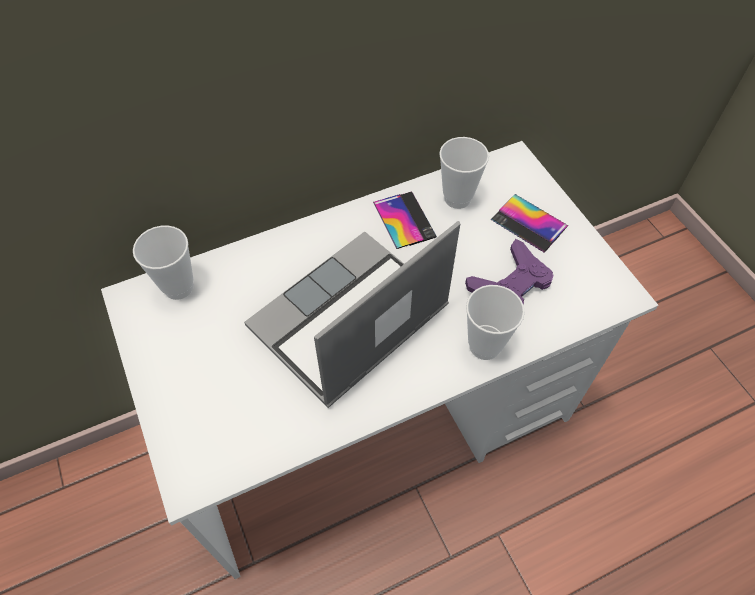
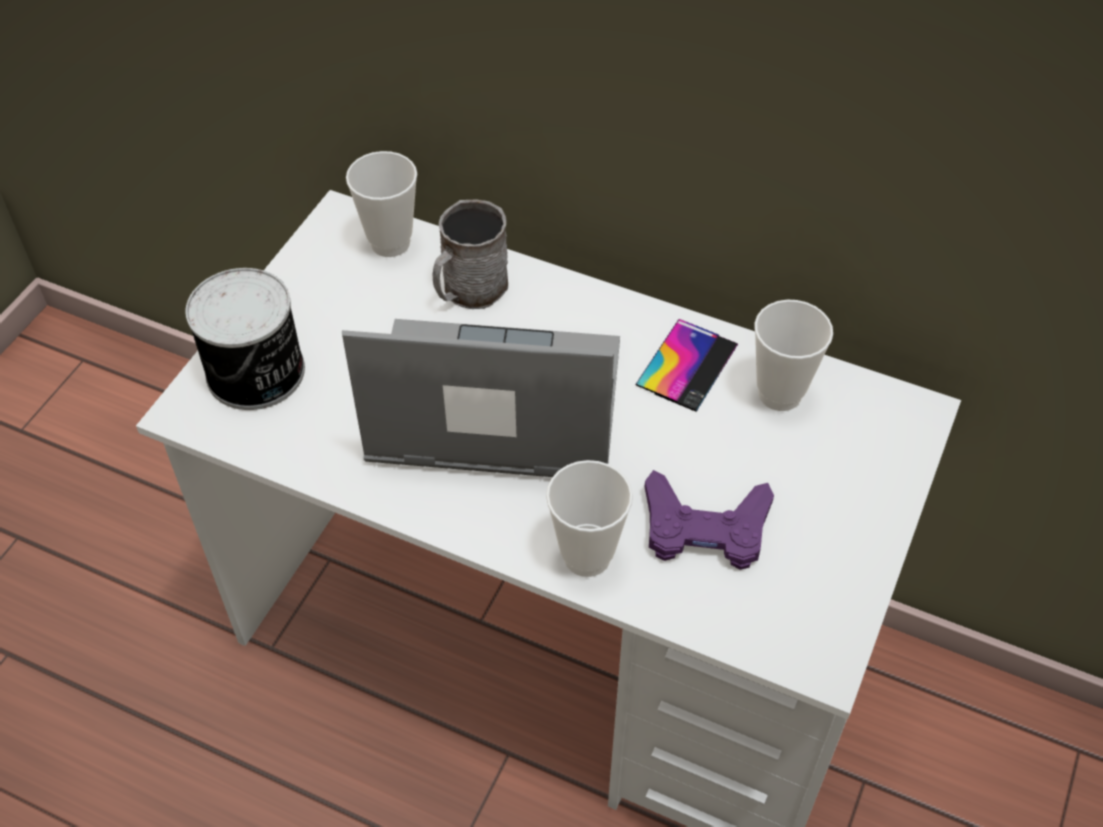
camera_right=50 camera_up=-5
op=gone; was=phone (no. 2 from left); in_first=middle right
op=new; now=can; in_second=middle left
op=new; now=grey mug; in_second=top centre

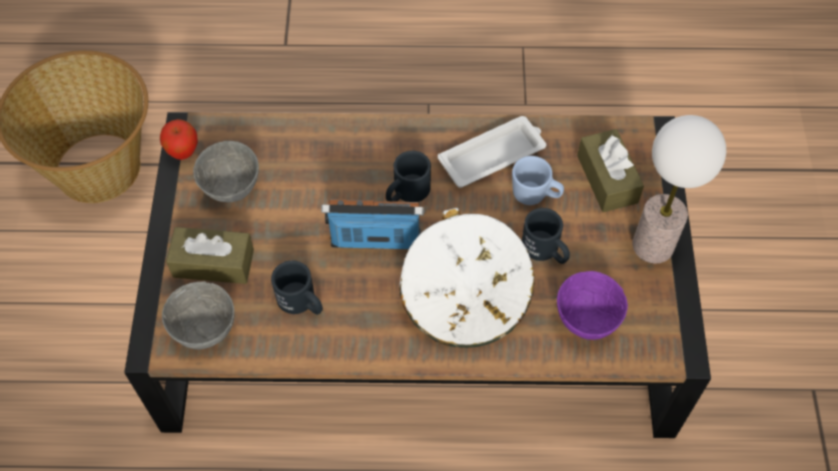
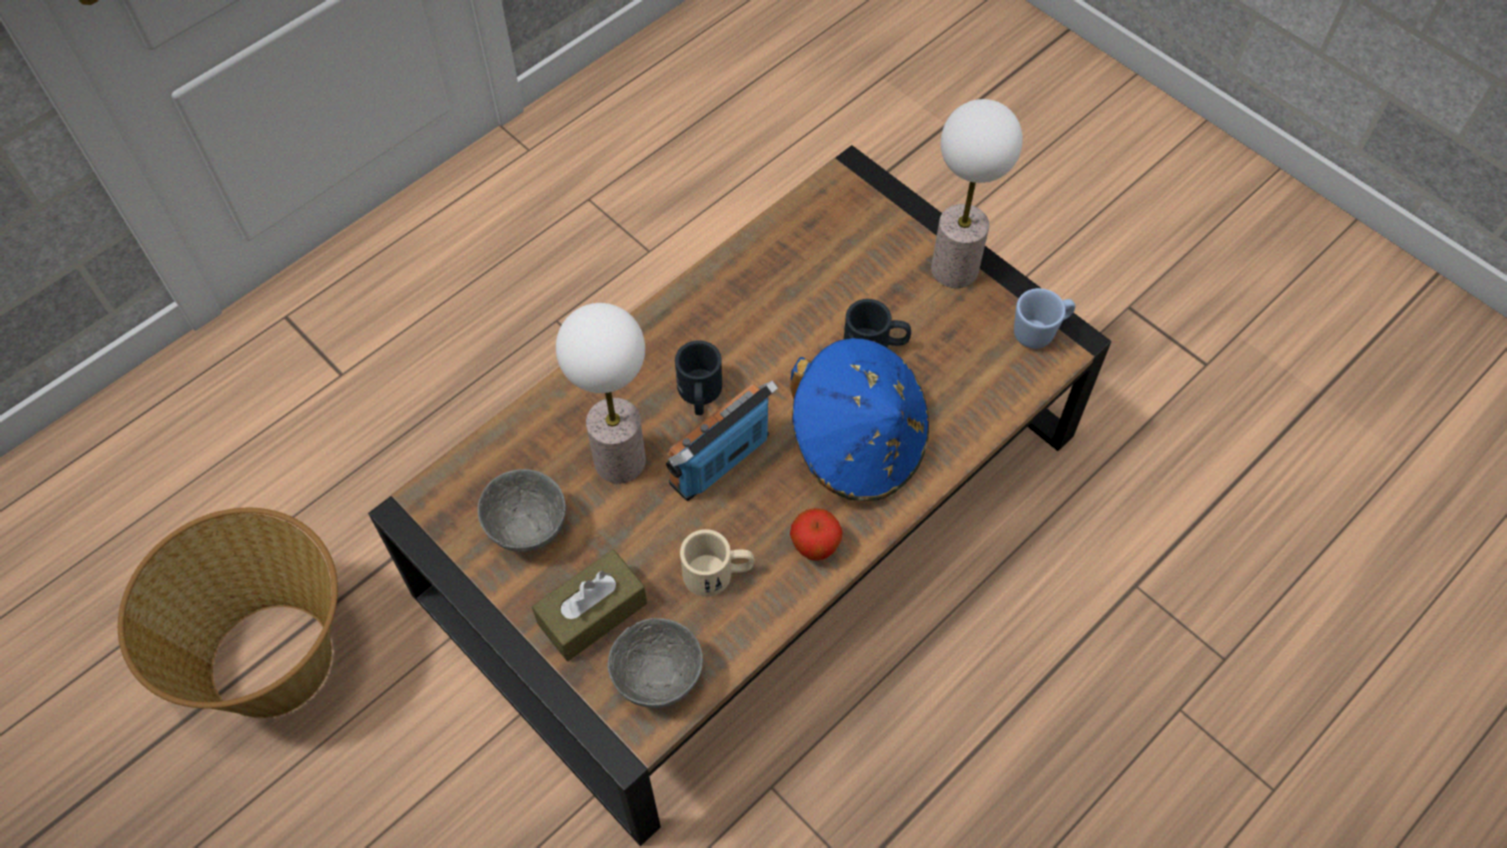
camera_right=-45 camera_up=0
op=shifted; was=apple; in_first=top left; in_second=centre
op=repainted; was=black mug (no. 1 from left); now=beige mug; in_first=centre; in_second=centre
op=repainted; was=white hat; now=blue hat; in_first=centre; in_second=centre
op=gone; was=white tray; in_first=top centre
op=shifted; was=blue mug; in_first=centre; in_second=middle right
op=gone; was=purple bowl; in_first=middle right
op=gone; was=brown tissue box (no. 2 from left); in_first=middle right
op=new; now=table lamp (no. 1 from left); in_second=centre

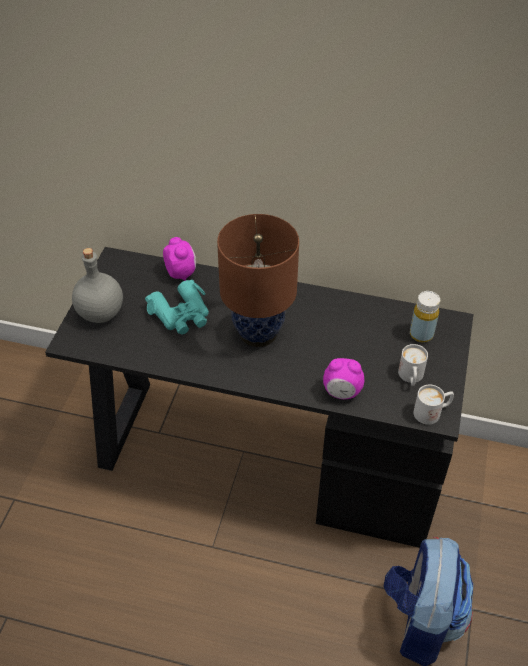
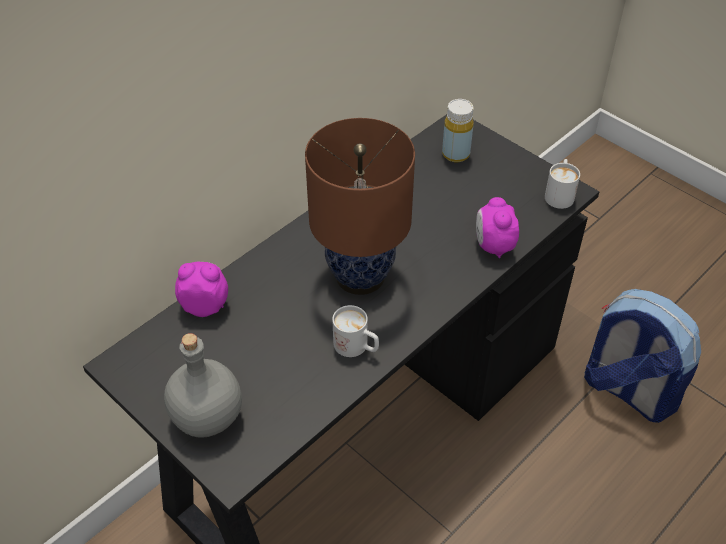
camera_right=-60 camera_up=0
op=gone; was=turquoise binoculars; in_first=centre
op=rotated; was=alarm clock (no. 2 from left); in_first=centre; in_second=middle right; clockwise=135
op=shifted; was=white mug (no. 1 from left); in_first=middle right; in_second=centre

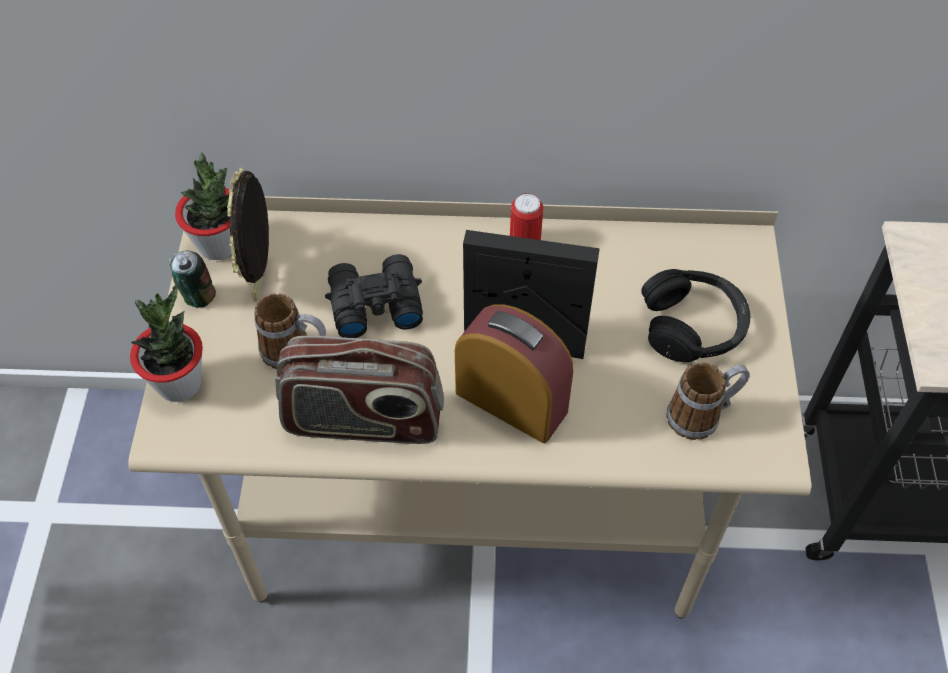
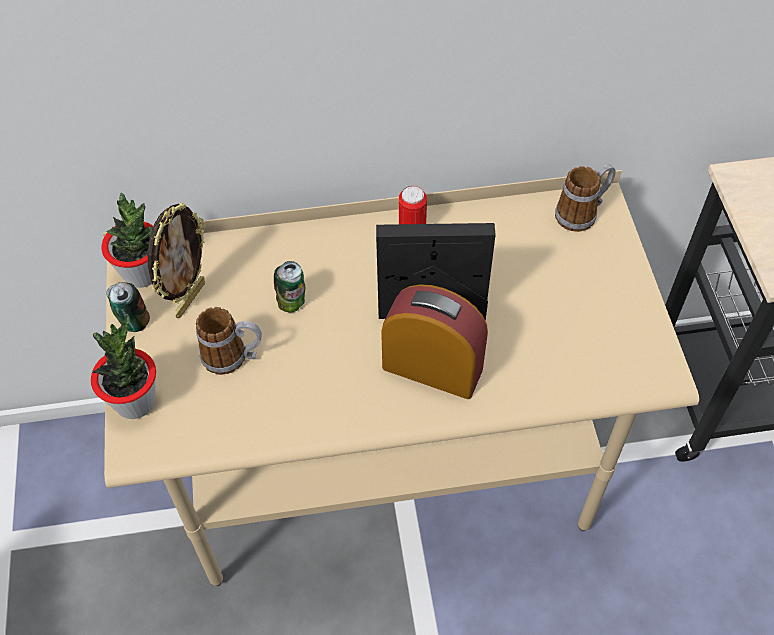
camera_right=-10 camera_up=0
op=rotated; was=picture frame (no. 1 from left); in_first=middle left; in_second=middle left; clockwise=-150
op=gone; was=radio; in_first=centre
op=swapped; was=black binoculars; now=can (no. 2 from left); in_first=centre; in_second=centre
op=gone; was=black headphones; in_first=middle right
op=shifted; was=mug (no. 2 from left); in_first=middle right; in_second=top right

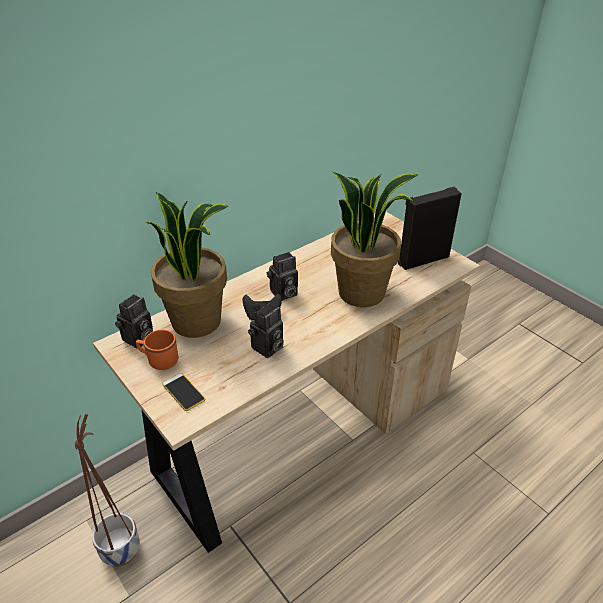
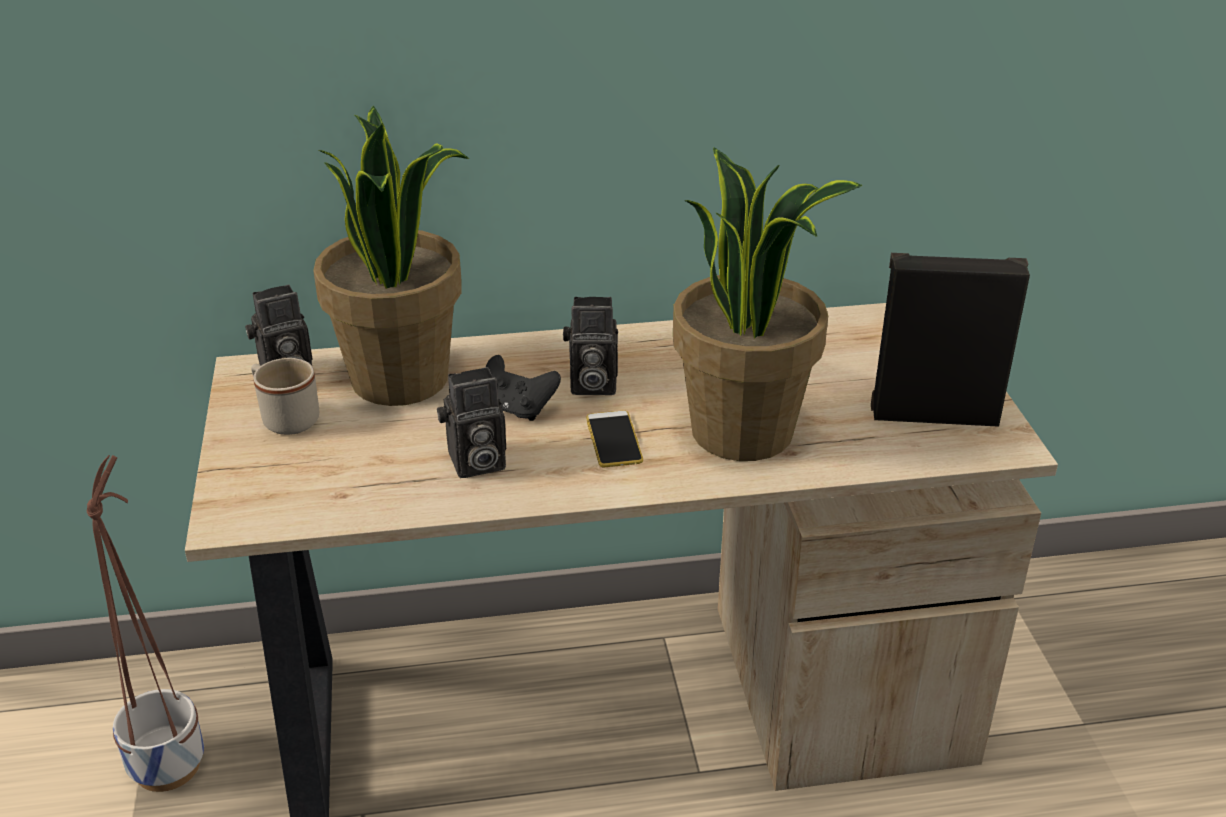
camera_right=30 camera_up=-5
op=repainted; was=orange mug; now=beige mug; in_first=middle left; in_second=middle left
op=shifted; was=phone; in_first=middle left; in_second=centre

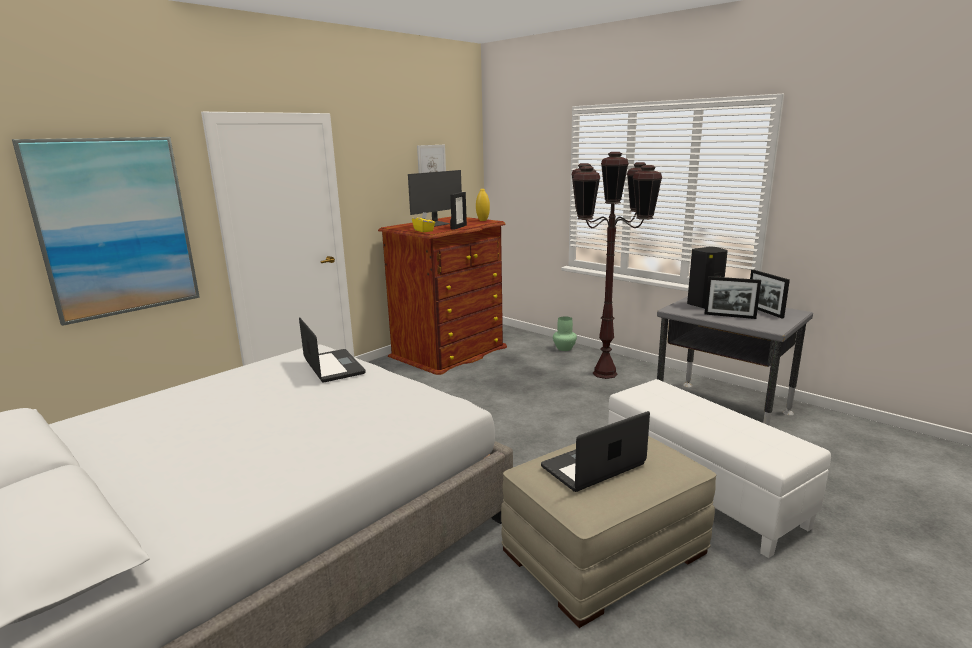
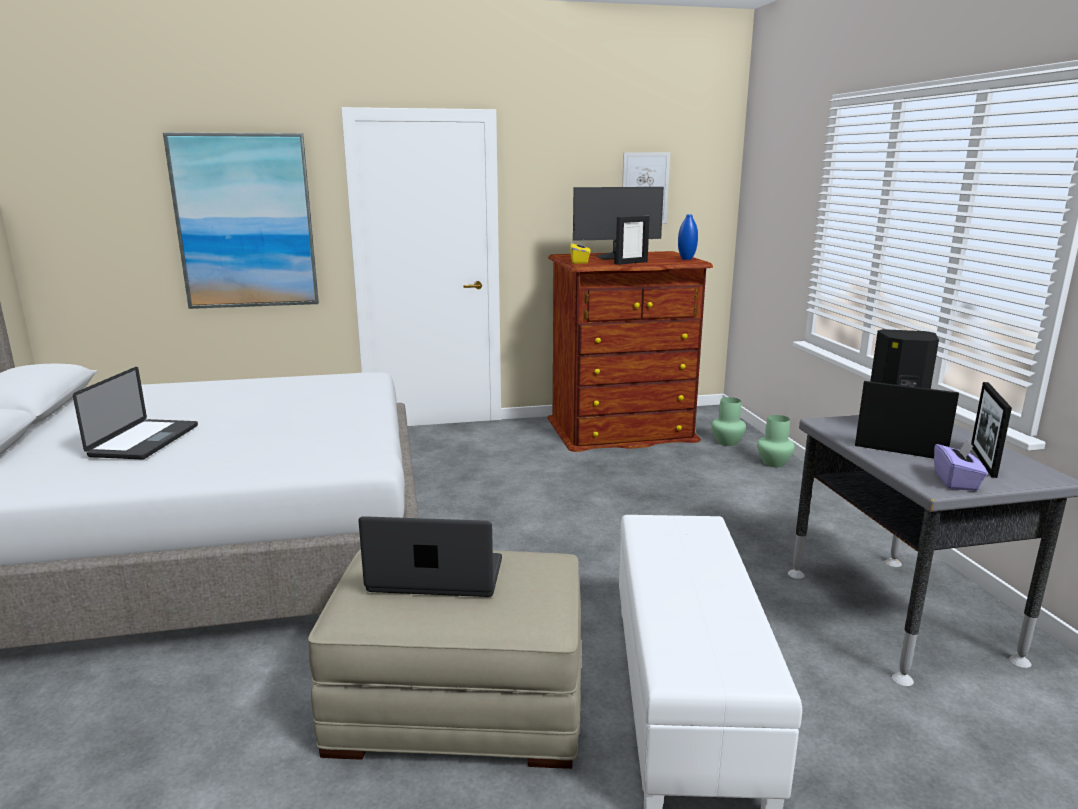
camera_right=35 camera_up=0
op=shifted; was=laptop (no. 1 from left); in_first=centre; in_second=middle left
op=repainted; was=yellow vase; now=blue vase; in_first=top centre; in_second=top centre
op=gone; was=brown floor lamp; in_first=centre
op=rotated; was=picture frame (no. 2 from left); in_first=middle right; in_second=middle right; clockwise=150
op=new; now=green vase (no. 1 from left); in_second=middle right
op=new; now=purple tissue box; in_second=middle right

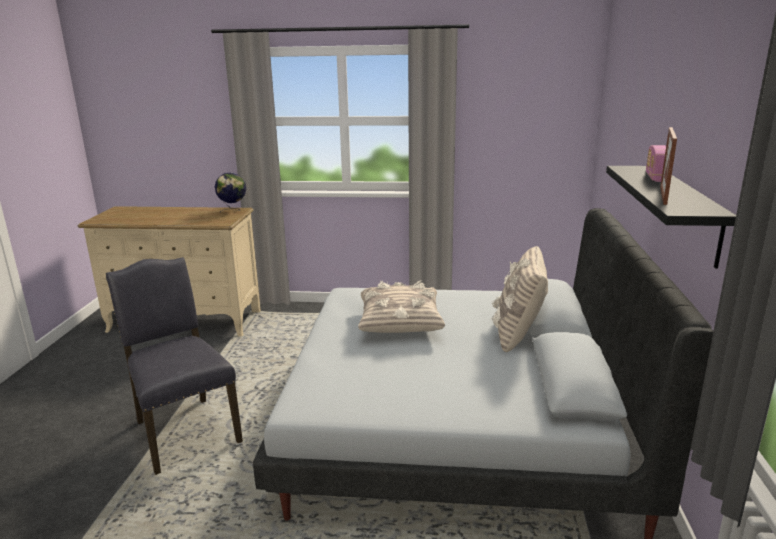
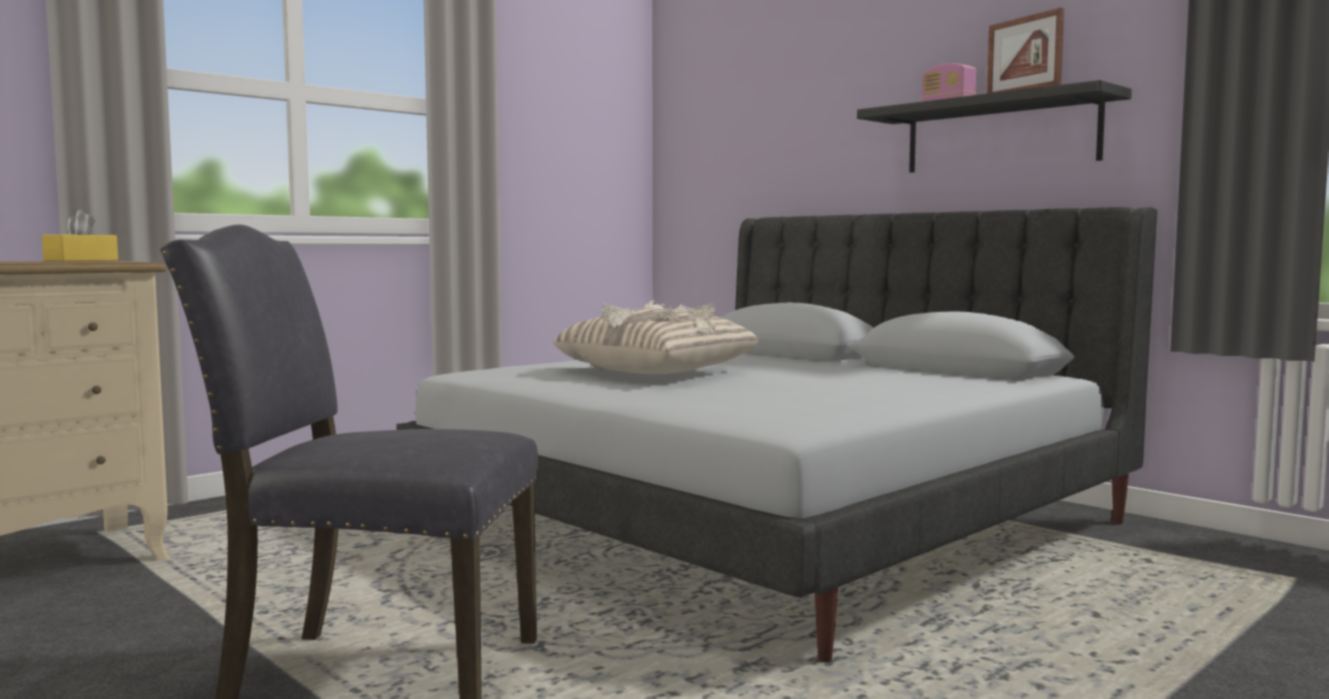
camera_right=-50 camera_up=-15
op=swapped; was=globe; now=yellow tissue box; in_first=middle left; in_second=middle left
op=gone; was=beige pillow (no. 2 from left); in_first=middle right

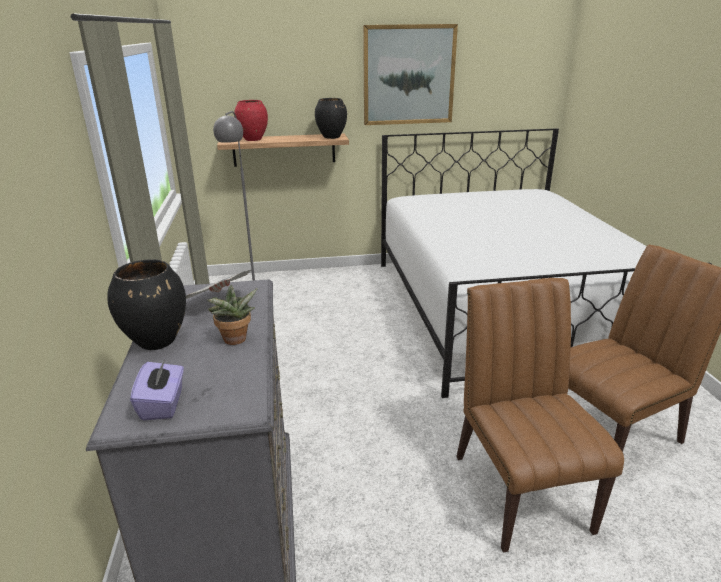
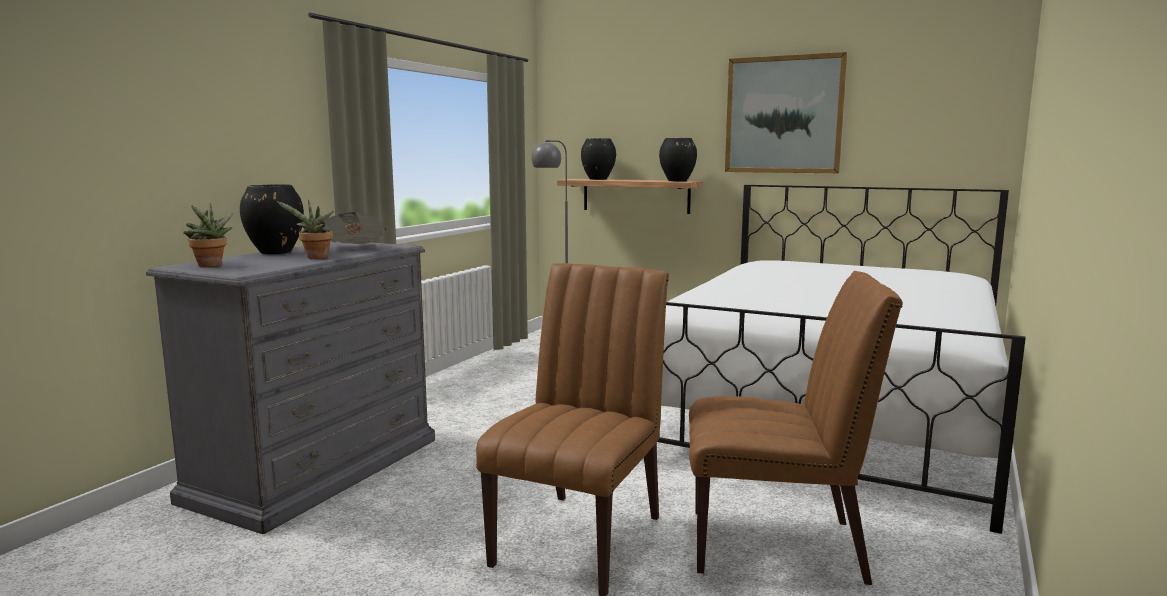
camera_right=35 camera_up=-15
op=swapped; was=purple tissue box; now=potted plant (no. 1 from left); in_first=bottom left; in_second=middle left
op=repainted; was=red vase; now=black vase (no. 2 from left); in_first=top centre; in_second=top centre

